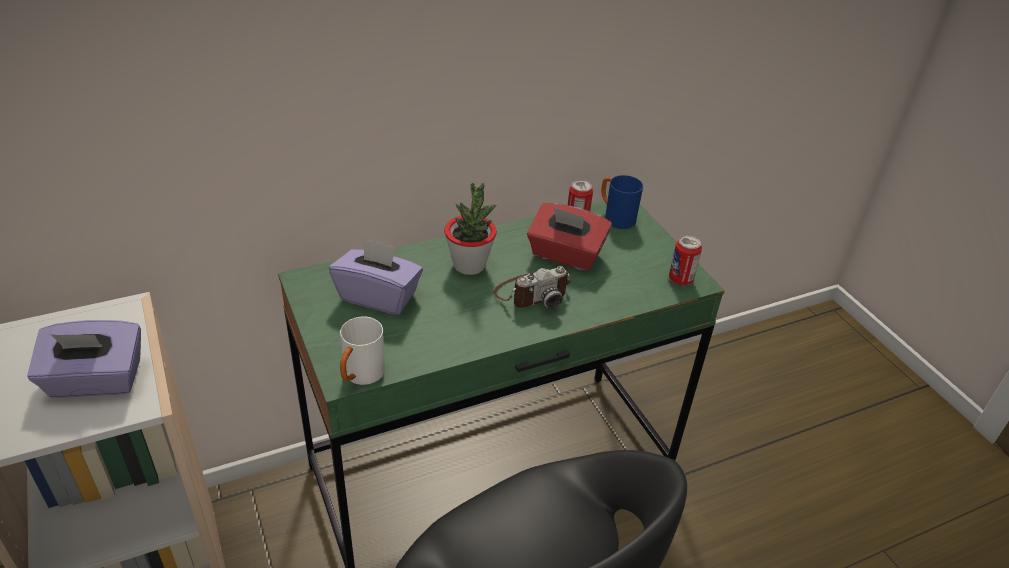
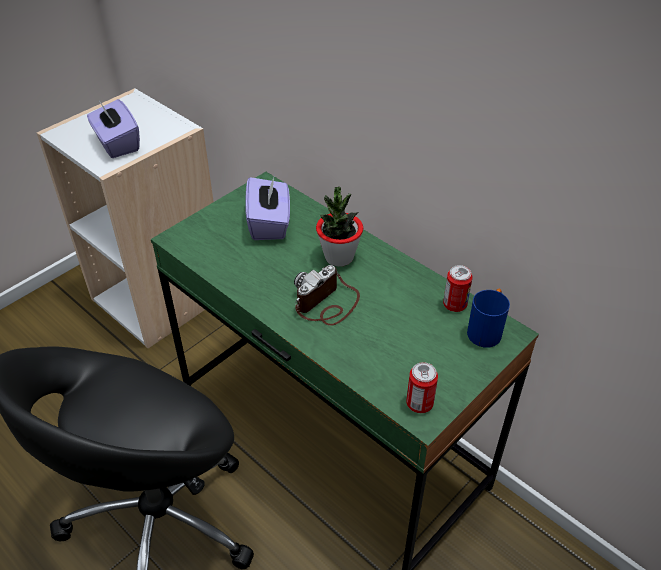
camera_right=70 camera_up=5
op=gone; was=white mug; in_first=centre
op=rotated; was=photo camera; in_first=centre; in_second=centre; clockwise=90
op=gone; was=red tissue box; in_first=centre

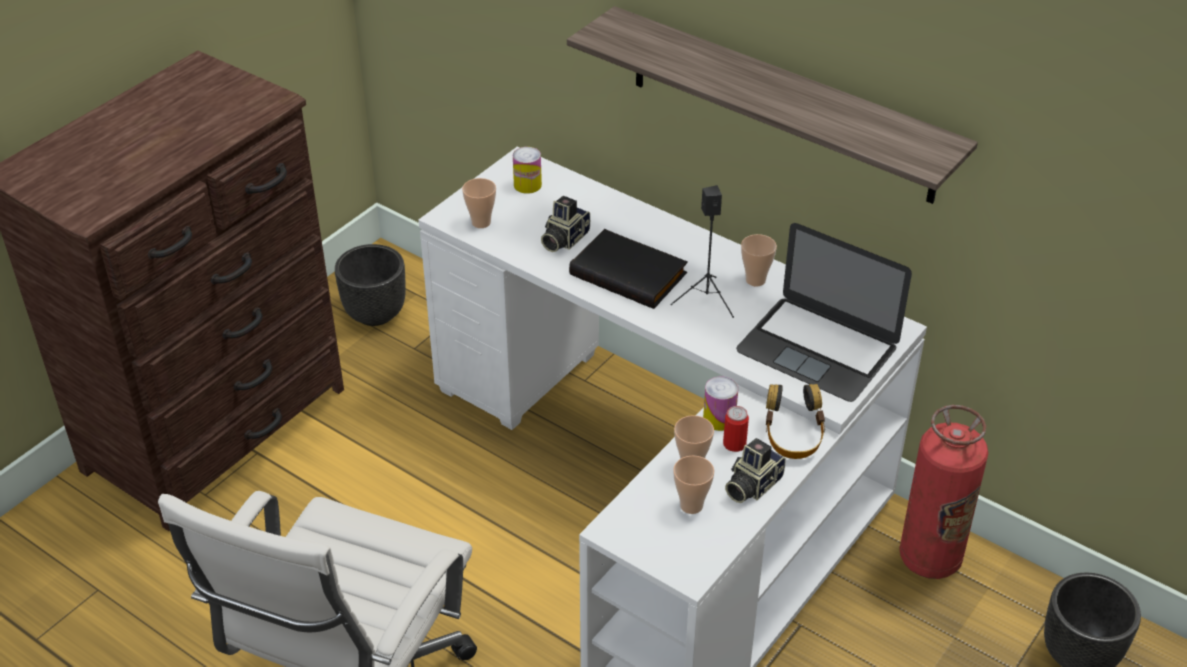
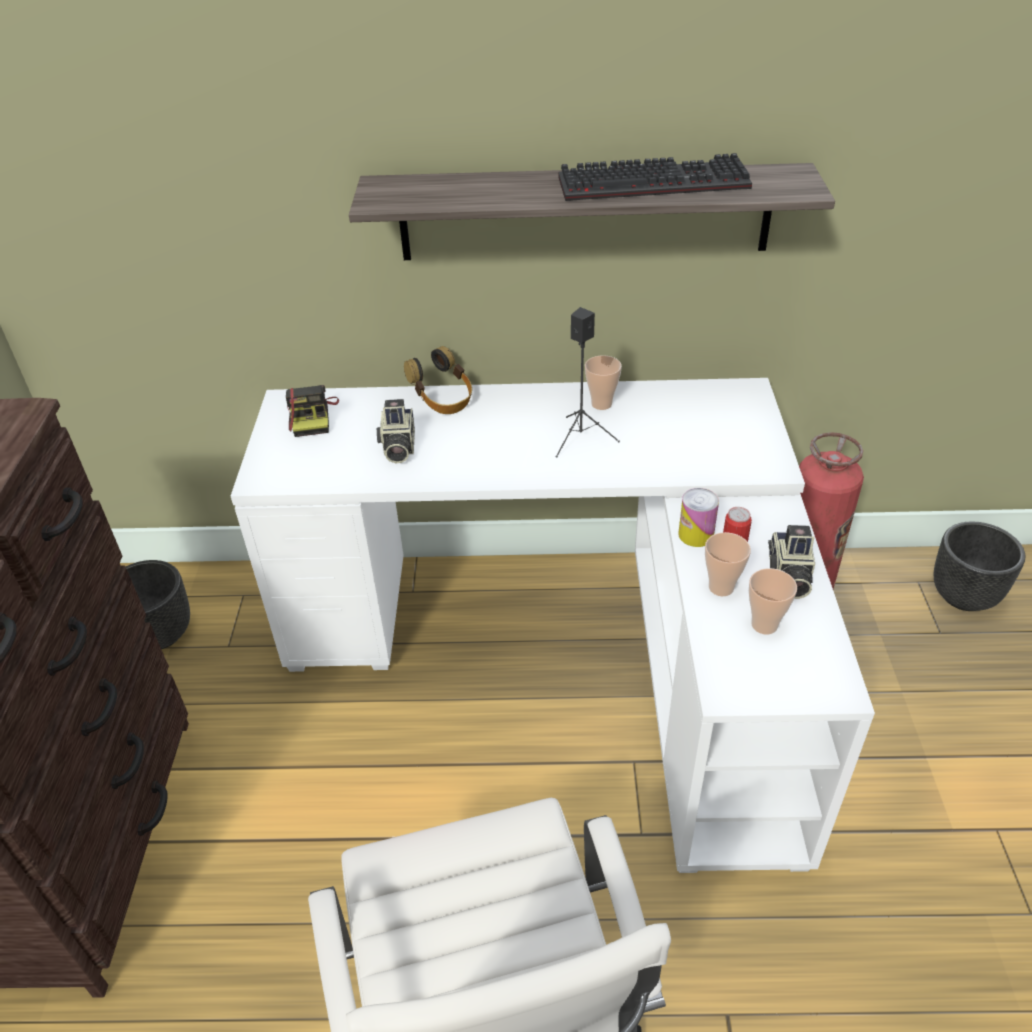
camera_right=-35 camera_up=0
op=gone; was=cup (no. 1 from left); in_first=top centre
op=swapped; was=can (no. 1 from left); now=photo camera (no. 1 from left); in_first=top centre; in_second=middle left
op=gone; was=black book; in_first=centre
op=gone; was=laptop; in_first=middle right
op=shifted; was=headphones; in_first=middle right; in_second=centre
op=new; now=keyboard; in_second=top centre

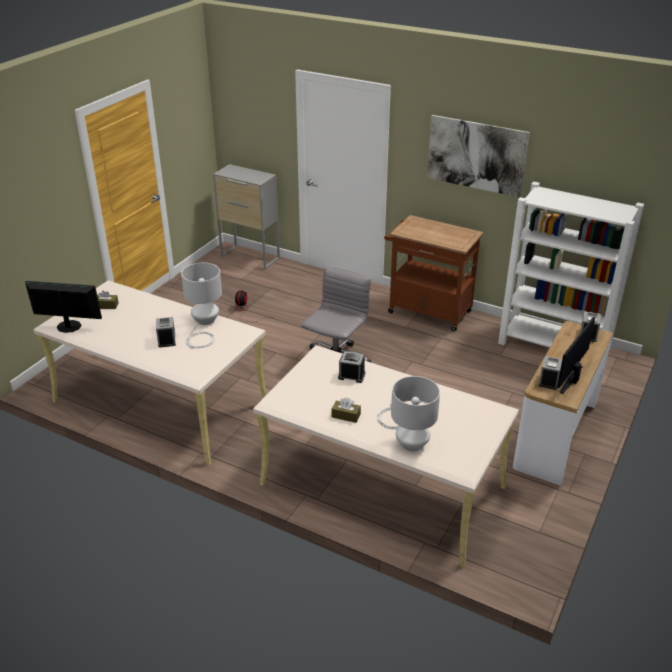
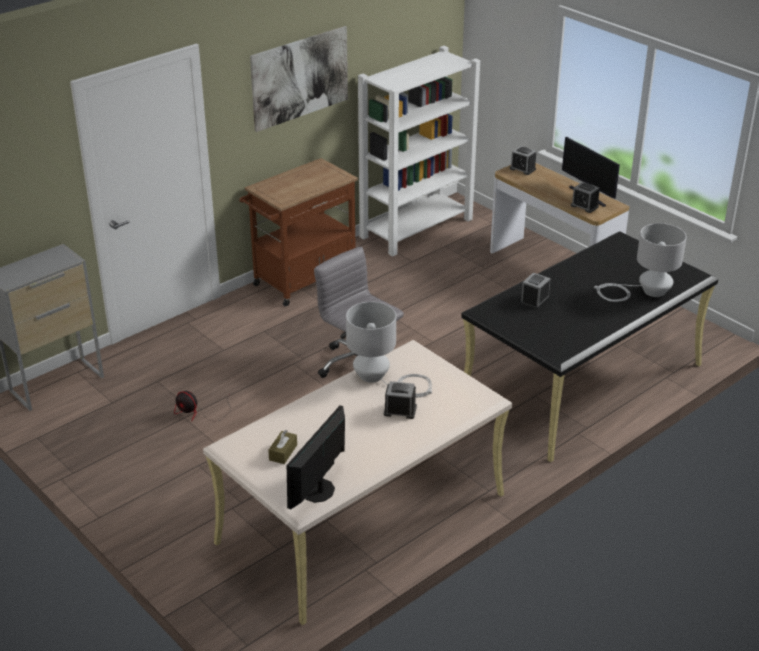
camera_right=-70 camera_up=0
op=repainted; was=beige desk (no. 2 from left); now=black desk; in_first=bottom centre; in_second=middle right
op=gone; was=brown tissue box (no. 2 from left); in_first=centre

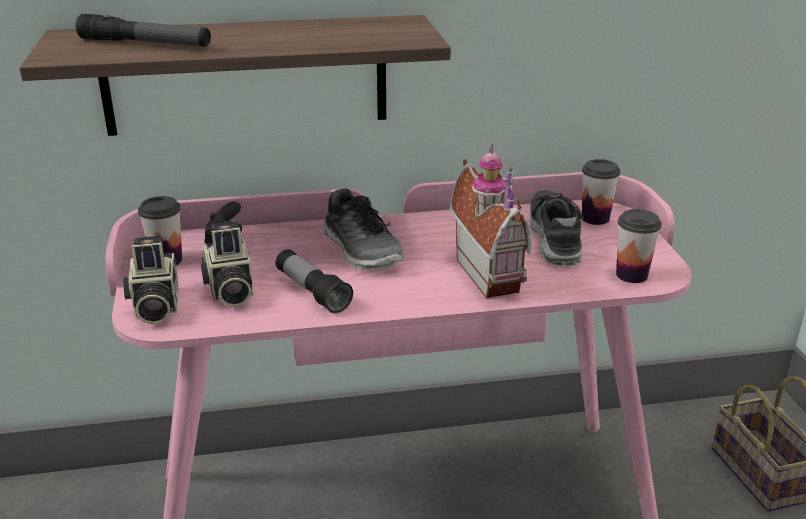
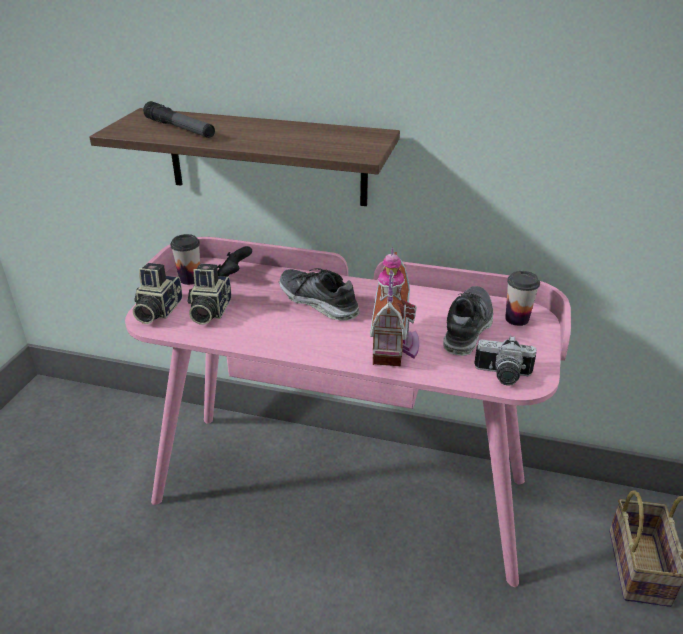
camera_right=25 camera_up=5
op=gone; was=flashlight (no. 2 from left); in_first=centre
op=rotated; was=shoe (no. 1 from left); in_first=centre; in_second=centre; clockwise=135
op=swapped; was=cup (no. 3 from left); now=photo camera (no. 3 from left); in_first=middle right; in_second=middle right

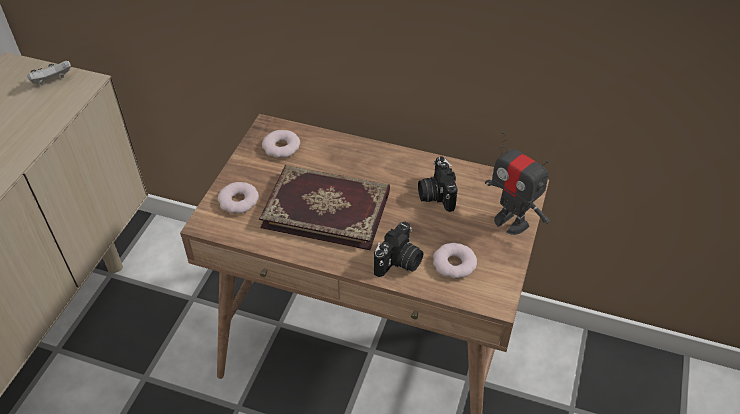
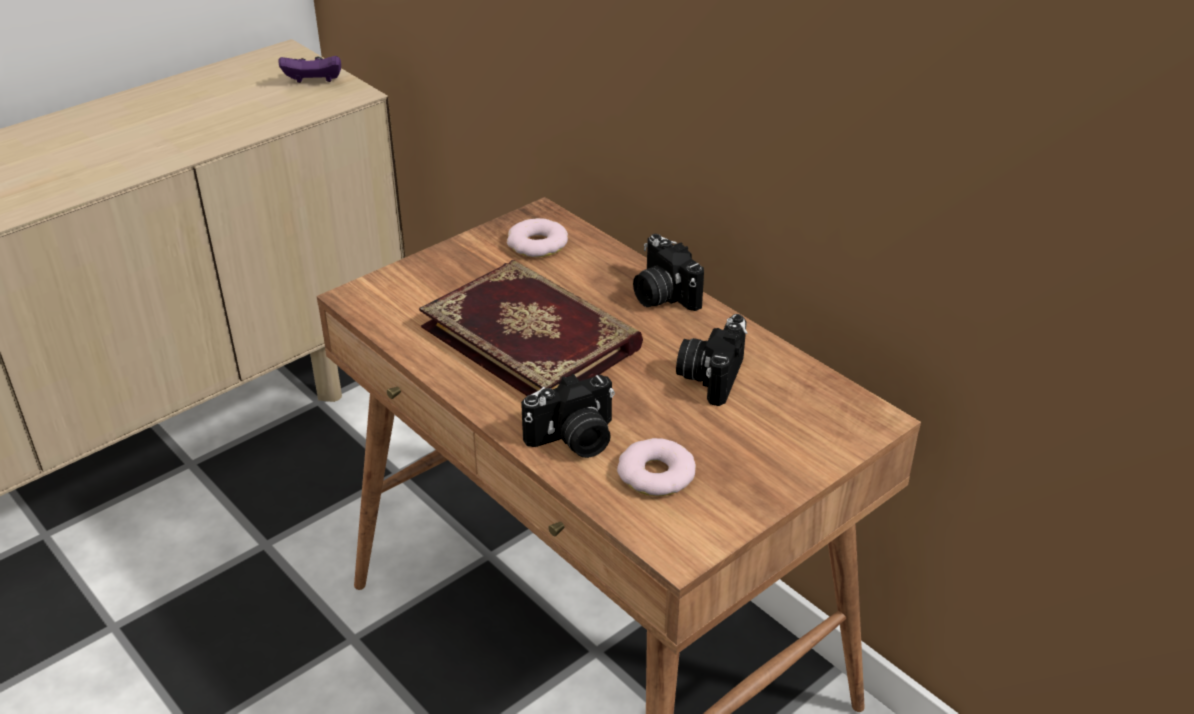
camera_right=30 camera_up=-10
op=repainted; was=white game controller; now=purple game controller; in_first=top left; in_second=top left
op=gone; was=donut (no. 1 from left); in_first=middle left
op=gone; was=toy robot; in_first=middle right
op=new; now=photo camera (no. 2 from left); in_second=centre

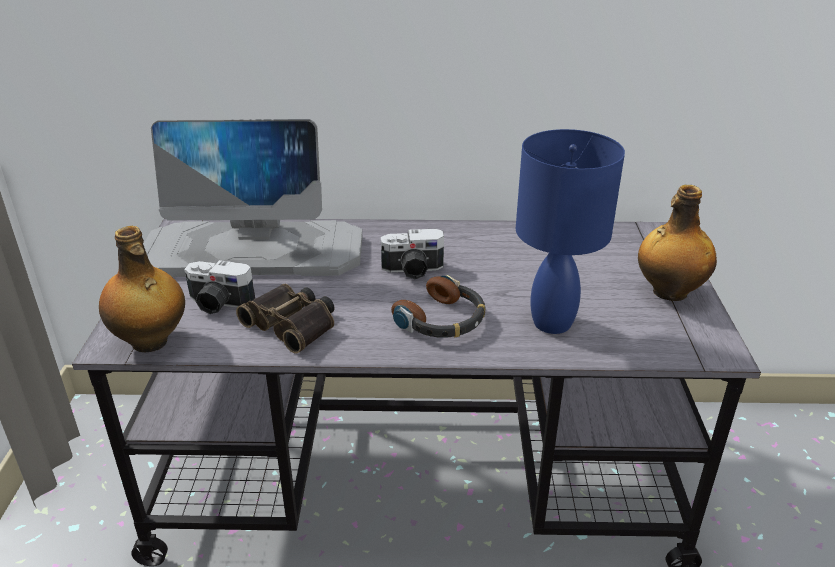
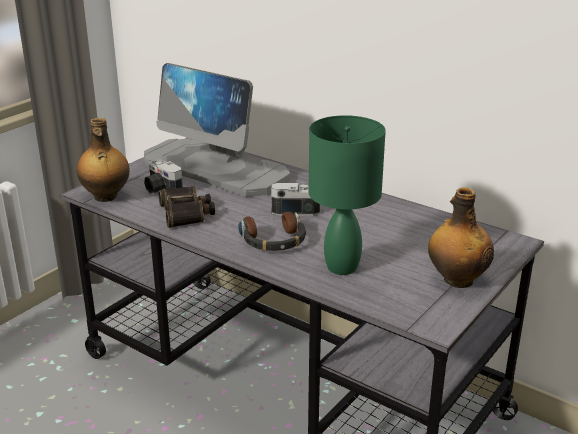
camera_right=35 camera_up=-5
op=rotated; was=photo camera (no. 2 from left); in_first=centre; in_second=centre; clockwise=150
op=repainted; was=blue table lamp; now=green table lamp; in_first=middle right; in_second=centre

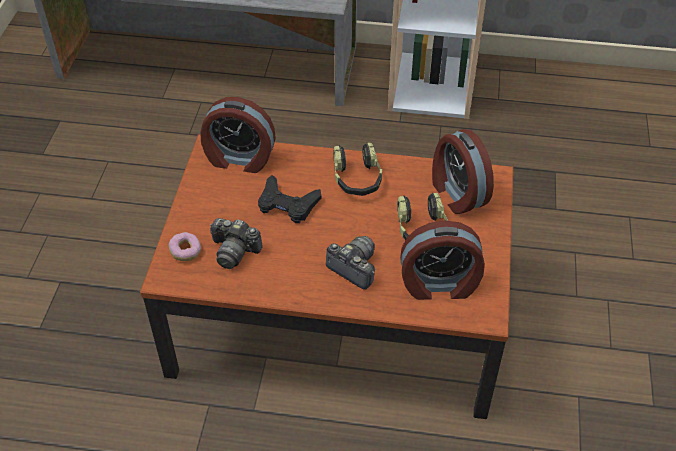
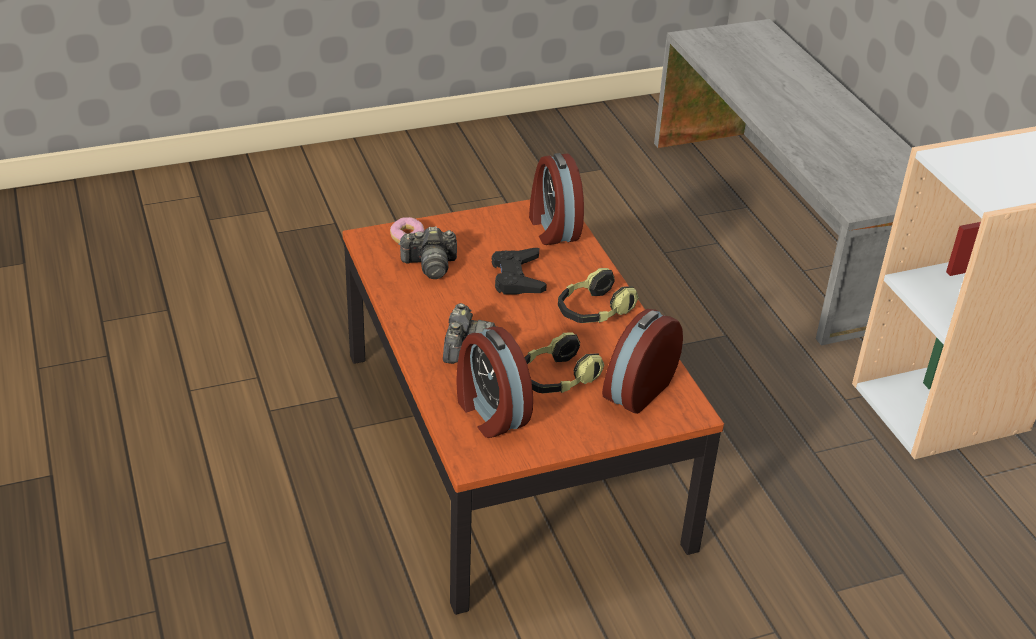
camera_right=60 camera_up=-10
op=rotated; was=photo camera (no. 1 from left); in_first=centre; in_second=centre; clockwise=-90

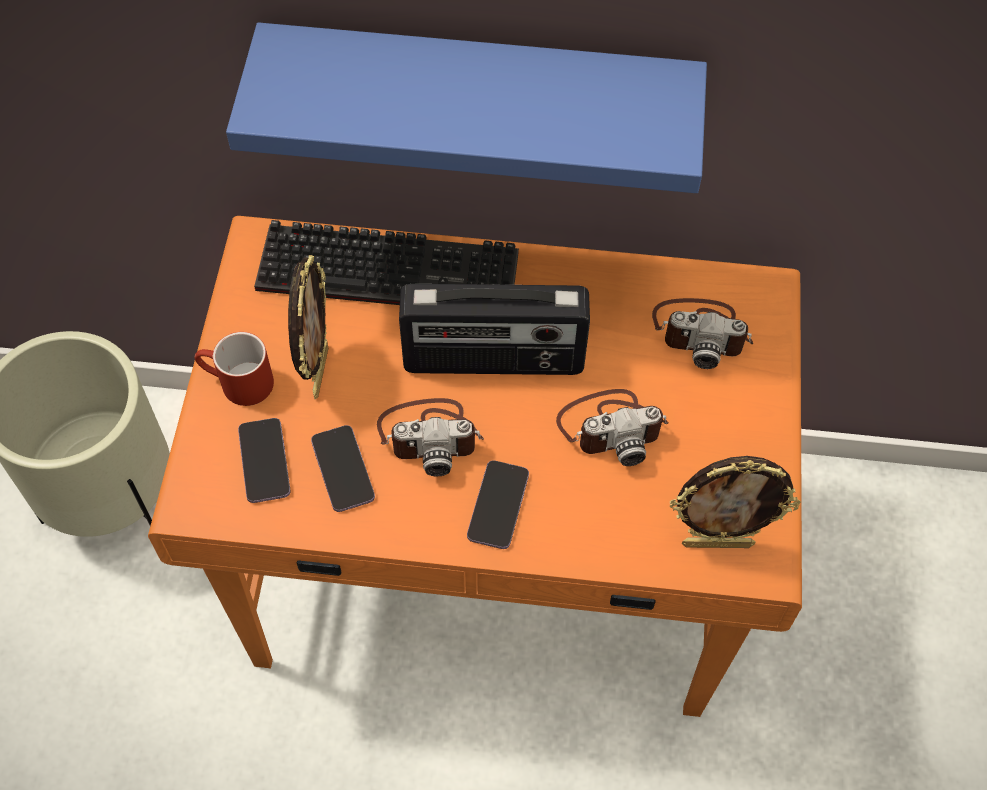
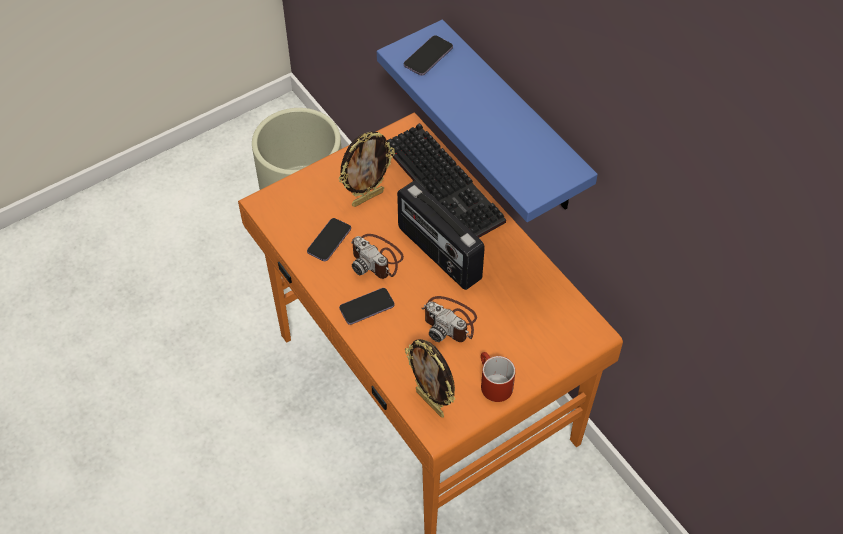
camera_right=50 camera_up=-5
op=shifted; was=red mug; in_first=middle left; in_second=bottom centre
op=shifted; was=phone (no. 1 from left in the first image); now=phone (no. 3 from left); in_first=middle left; in_second=top centre
op=gone; was=photo camera (no. 3 from left); in_first=middle right

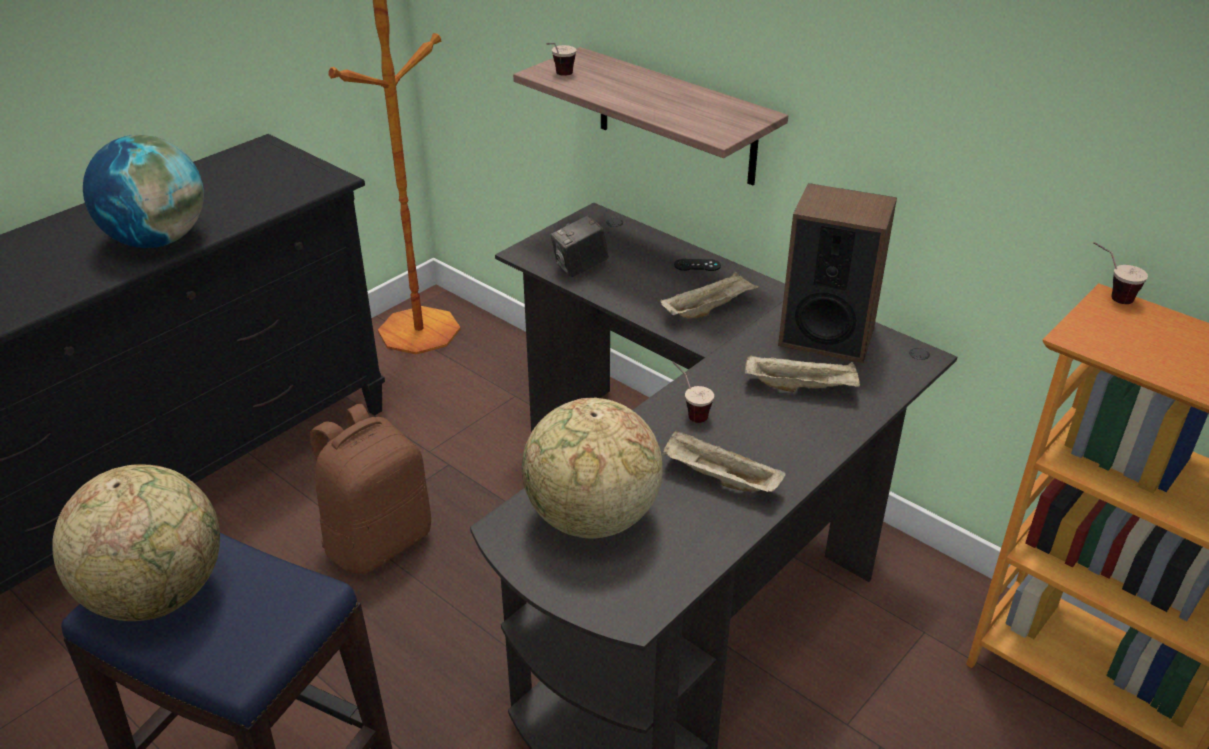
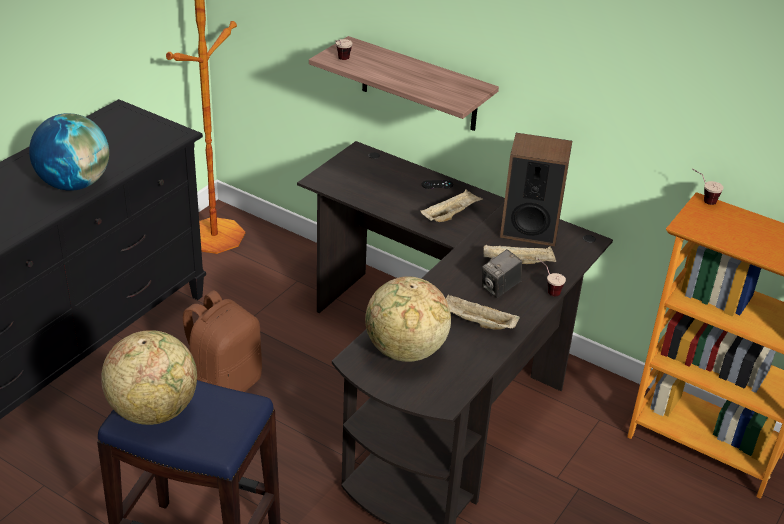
camera_right=-10 camera_up=0
op=shifted; was=photo camera; in_first=top centre; in_second=centre
op=shifted; was=cup (no. 2 from left); in_first=centre; in_second=middle right

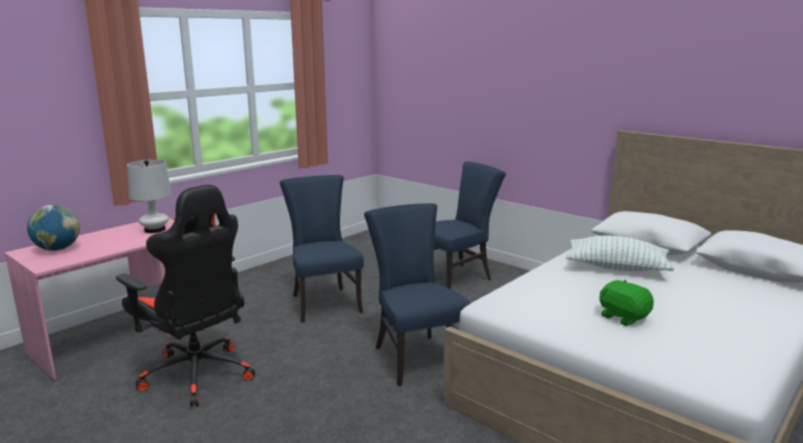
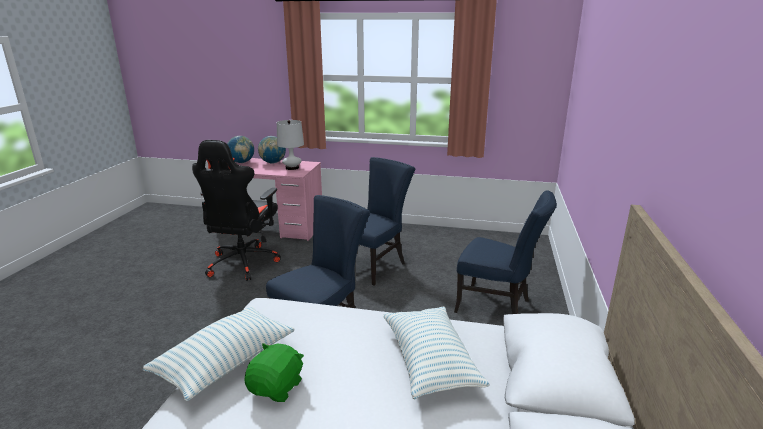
camera_right=60 camera_up=5
op=new; now=pillow (no. 1 from left); in_second=bottom left
op=new; now=globe (no. 2 from left); in_second=centre

